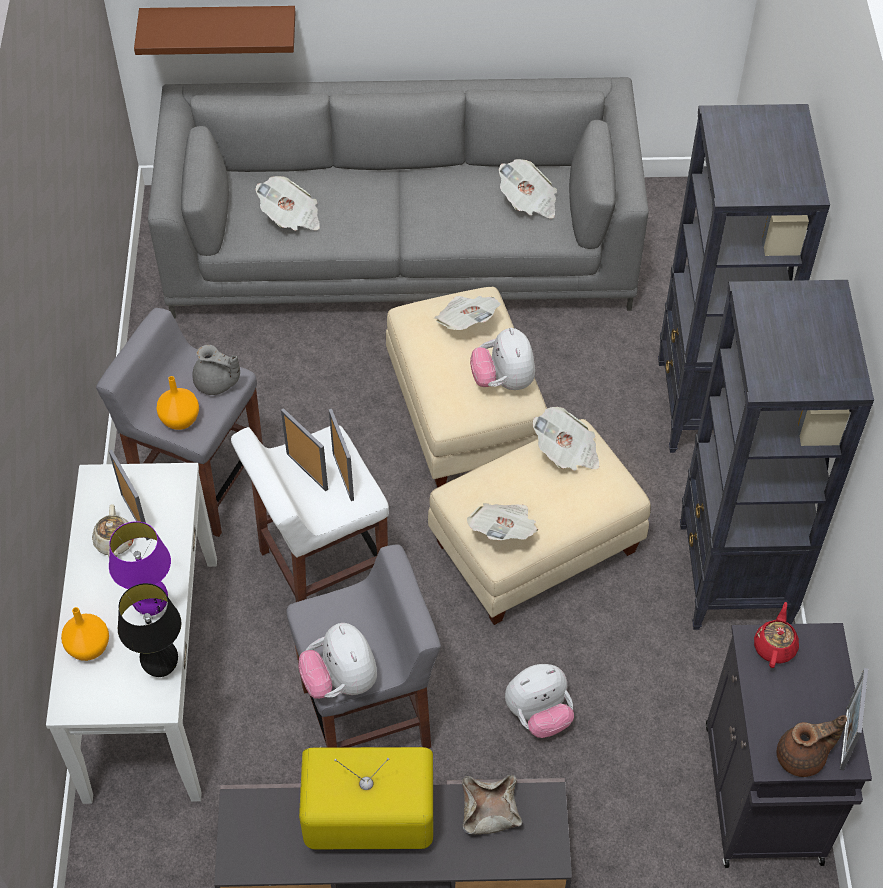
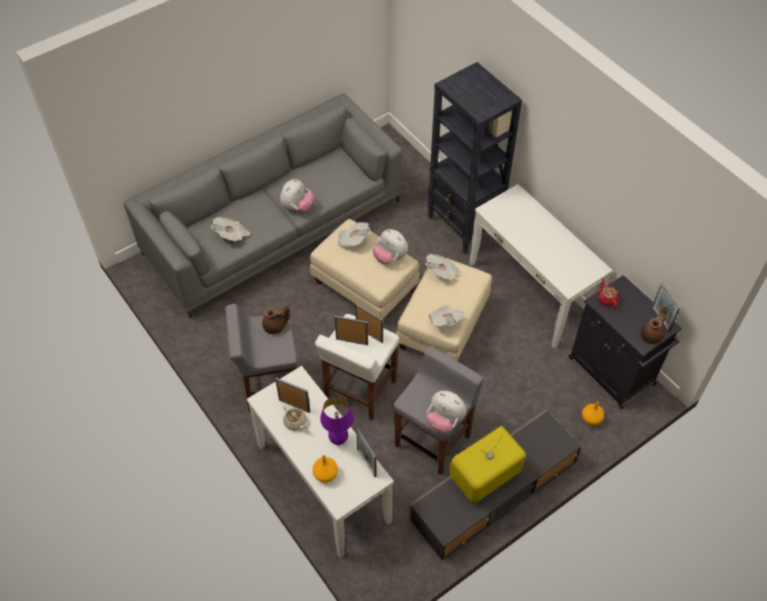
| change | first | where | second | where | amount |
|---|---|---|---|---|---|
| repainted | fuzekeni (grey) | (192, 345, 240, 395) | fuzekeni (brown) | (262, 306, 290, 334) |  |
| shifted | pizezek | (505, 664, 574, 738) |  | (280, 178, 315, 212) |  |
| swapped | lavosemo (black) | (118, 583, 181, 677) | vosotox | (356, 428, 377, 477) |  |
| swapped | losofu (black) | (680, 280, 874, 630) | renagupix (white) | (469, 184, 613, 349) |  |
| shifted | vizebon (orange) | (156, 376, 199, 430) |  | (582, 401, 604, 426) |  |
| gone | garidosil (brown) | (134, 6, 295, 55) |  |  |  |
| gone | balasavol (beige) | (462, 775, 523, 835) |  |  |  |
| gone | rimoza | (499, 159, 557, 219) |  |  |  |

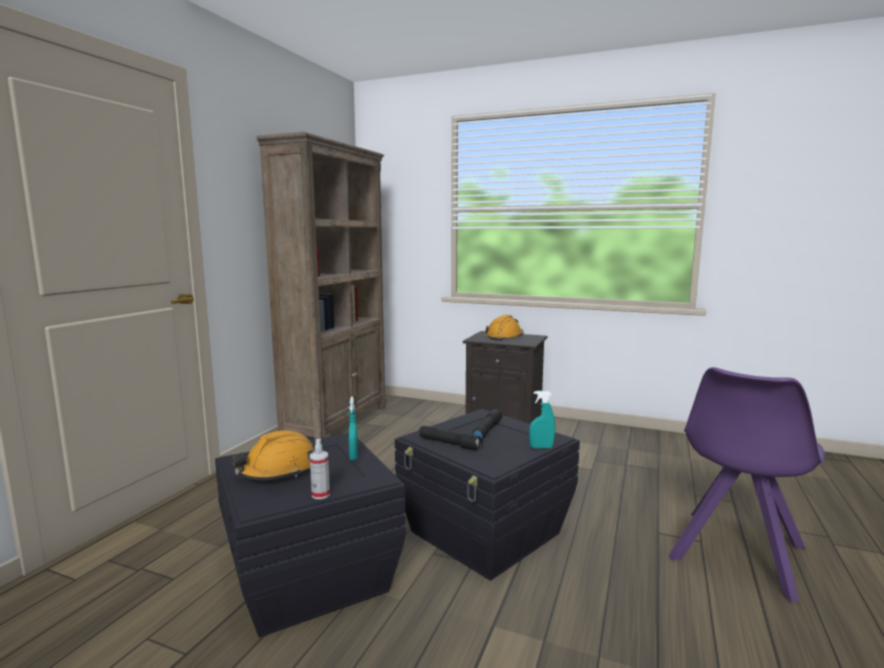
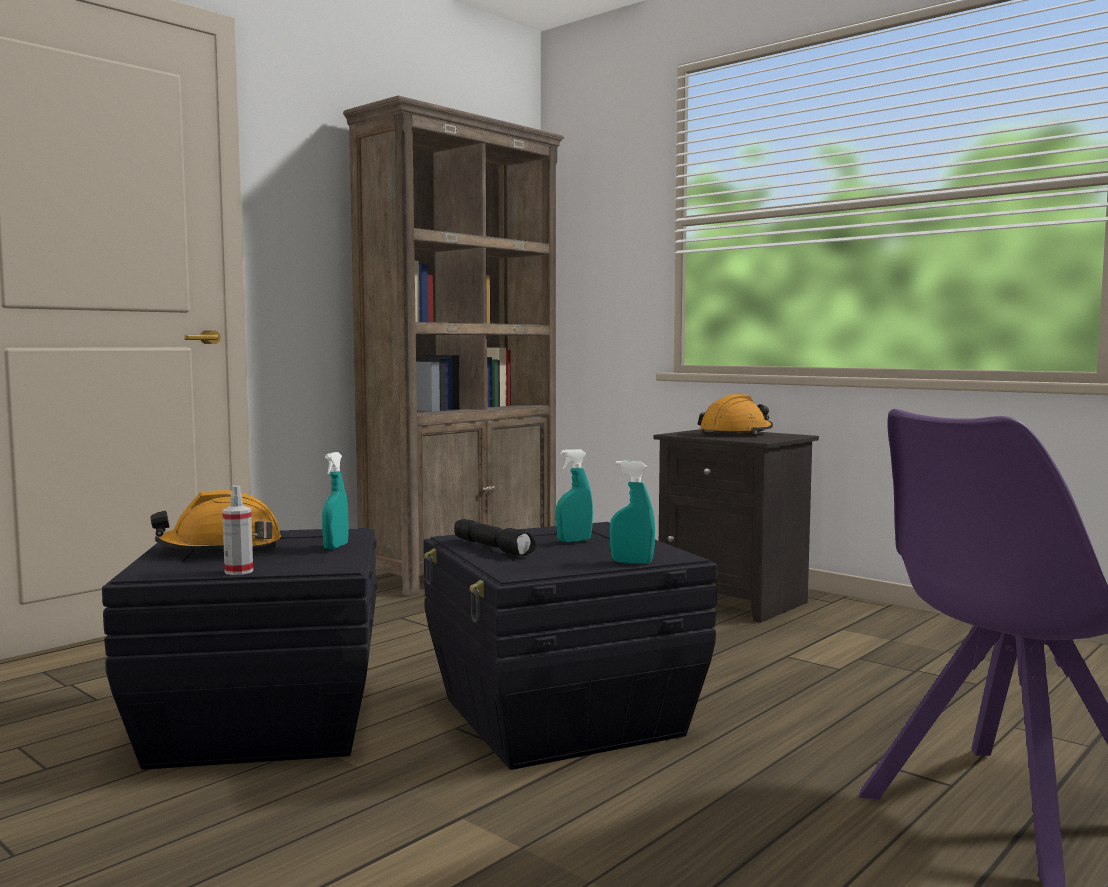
| change | first | where | second | where | amount |
|---|---|---|---|---|---|
| swapped | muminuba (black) | (472, 409, 503, 439) | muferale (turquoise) | (556, 449, 593, 542) |  |

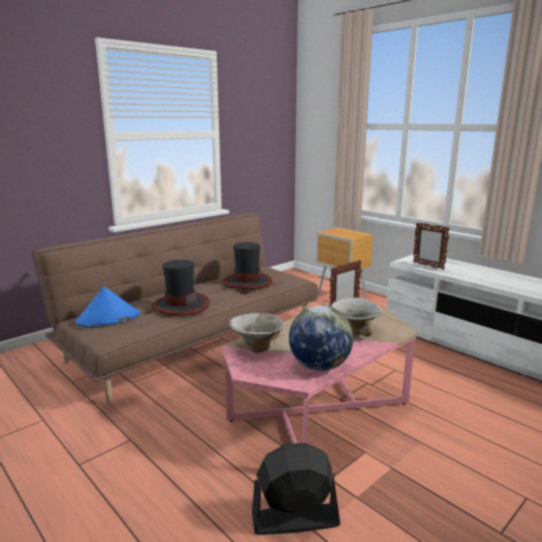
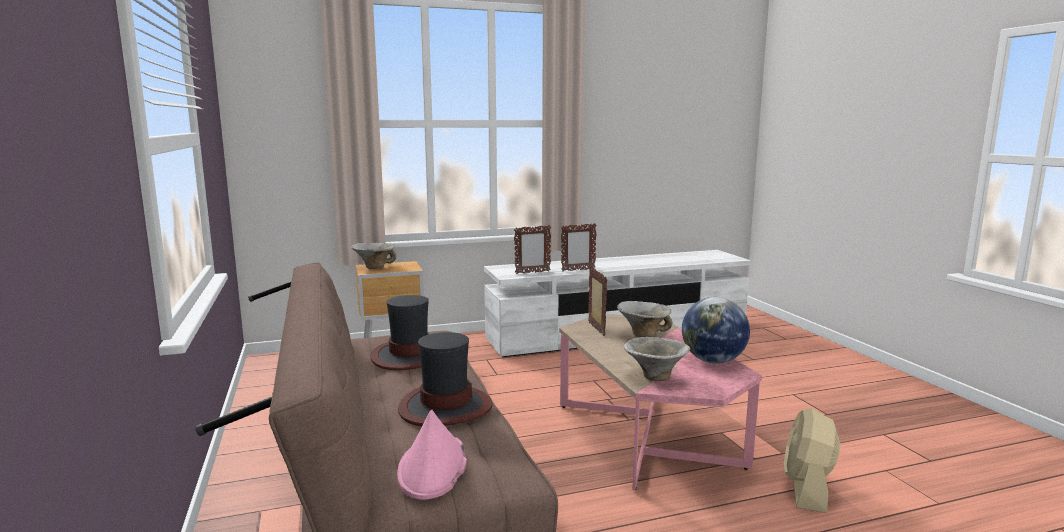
| change | first | where | second | where | amount |
|---|---|---|---|---|---|
| new |  |  | balasavol | (351, 243, 396, 269) |  |
| repainted | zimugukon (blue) | (75, 286, 140, 327) | zimugukon (pink) | (397, 410, 467, 500) |  |
| new |  |  | vosotox | (561, 223, 597, 271) |  |
| repainted | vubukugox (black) | (252, 443, 340, 535) | vubukugox (beige) | (784, 408, 840, 513) |  |

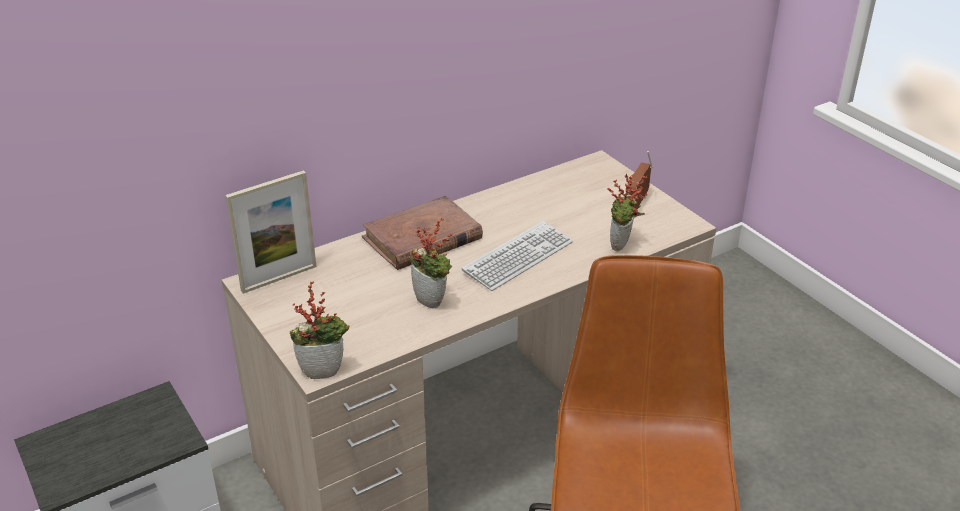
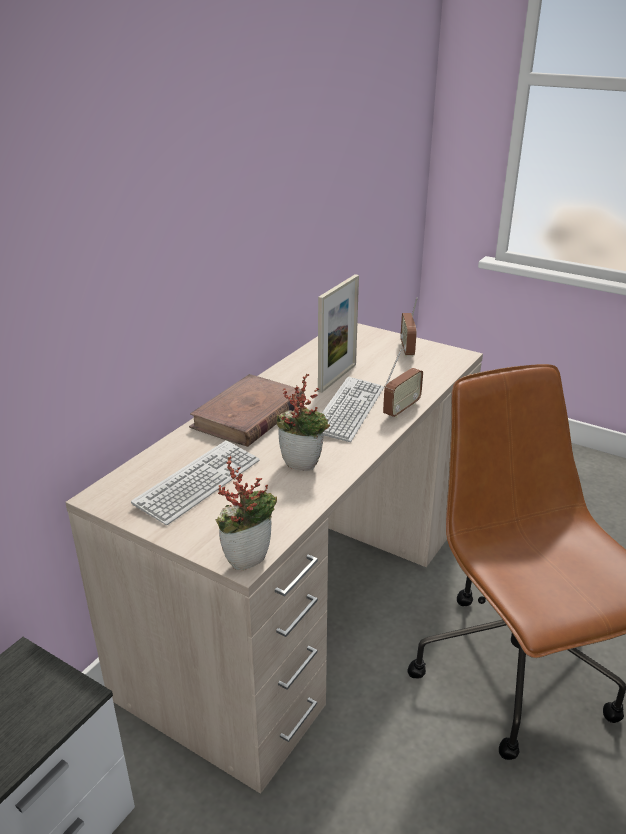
| change | first | where | second | where | amount |
|---|---|---|---|---|---|
| new |  |  | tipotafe | (131, 440, 260, 525) |  |
| shifted | vosotox | (225, 170, 316, 294) |  | (318, 274, 359, 393) |  |
| new |  |  | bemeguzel | (383, 348, 423, 418) |  |
| gone | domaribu | (607, 174, 648, 252) |  |  |  |

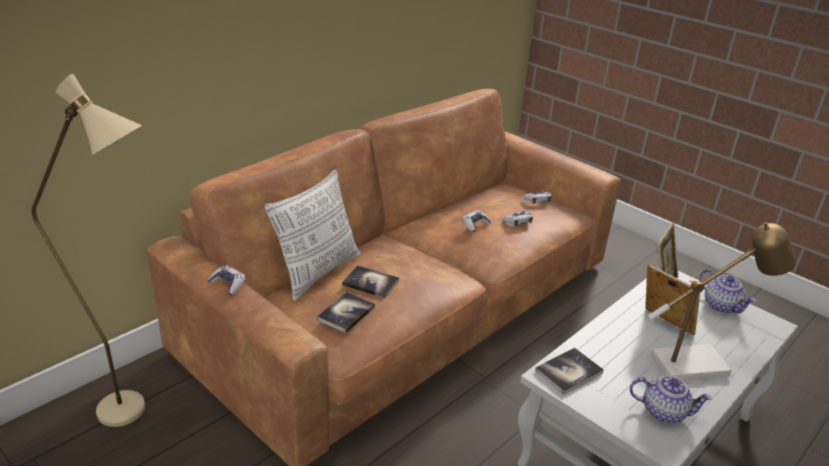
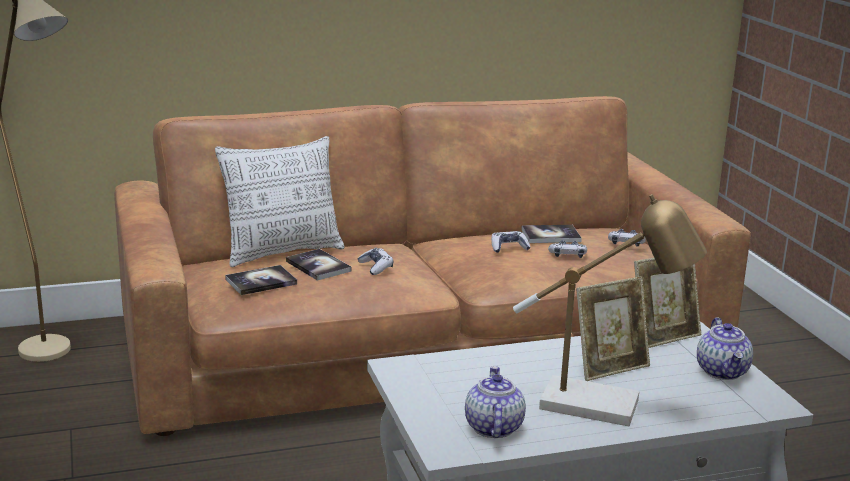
| change | first | where | second | where | amount |
|---|---|---|---|---|---|
| shifted | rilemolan | (208, 266, 246, 295) |  | (357, 248, 394, 275) |  |
| rotated | fuzekeni | (630, 375, 712, 423) |  | (465, 366, 526, 438) | 135 degrees counterclockwise |
| shifted | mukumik | (535, 348, 604, 395) |  | (521, 225, 582, 243) |  |
| rotated | vosotox | (645, 264, 700, 335) |  | (576, 276, 650, 381) | 75 degrees clockwise |

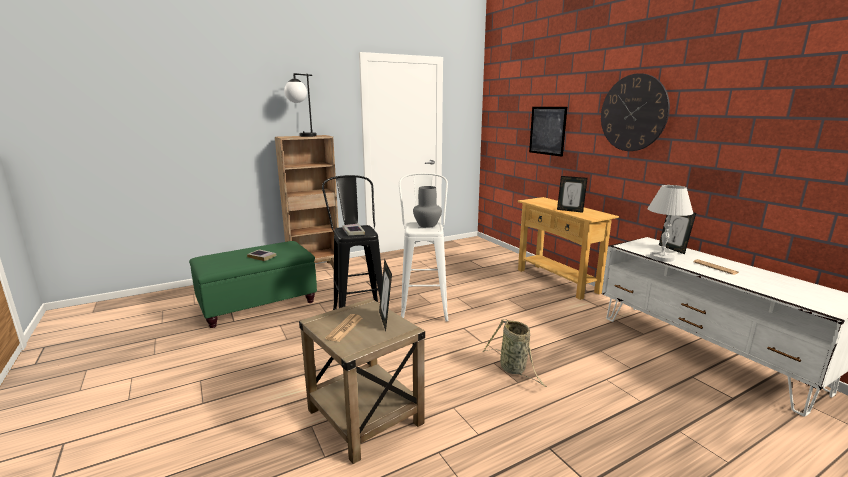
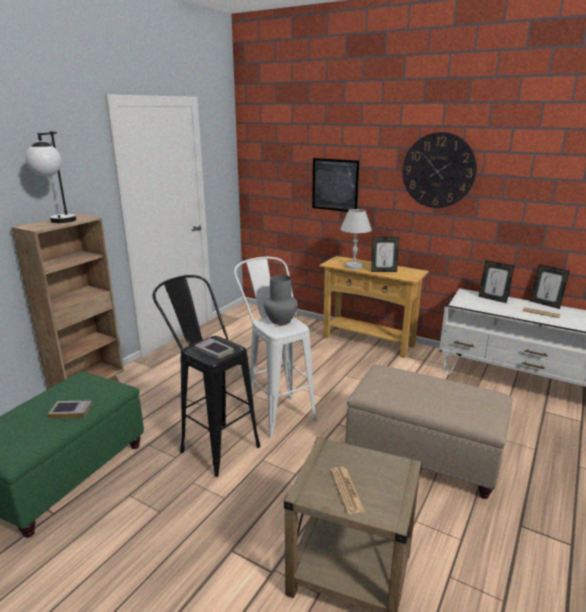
| change | first | where | second | where | amount |
|---|---|---|---|---|---|
| shifted | lavosemo (white) | (648, 185, 693, 262) |  | (340, 209, 372, 269) |  |
| swapped | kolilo | (483, 319, 547, 387) | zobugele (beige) | (346, 364, 513, 499) |  |
| shifted | vosotox | (379, 259, 392, 331) |  | (530, 264, 570, 309) |  |

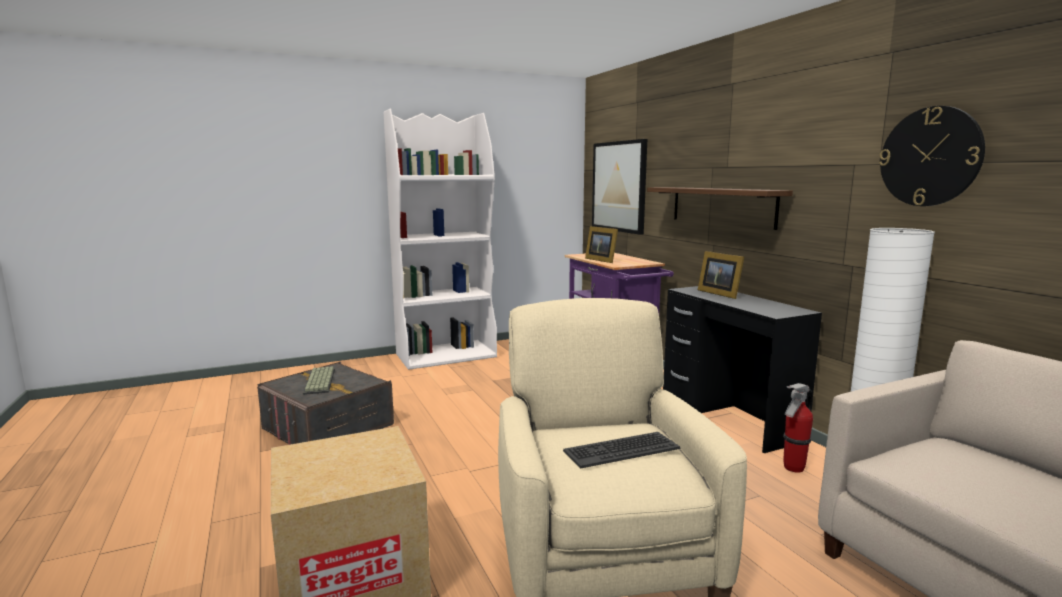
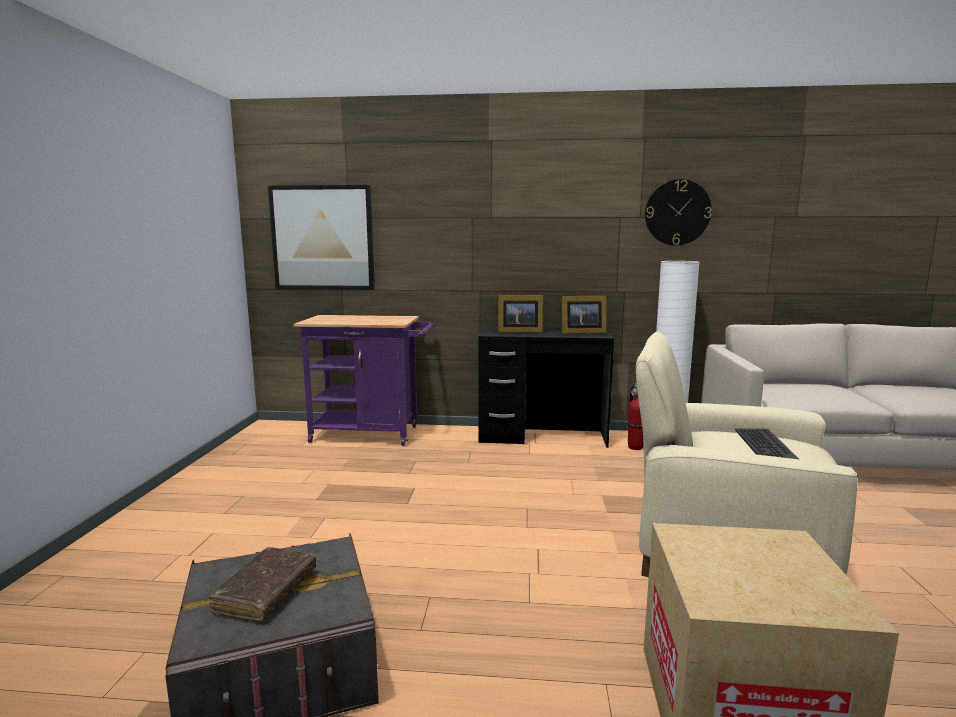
| change | first | where | second | where | amount |
|---|---|---|---|---|---|
| swapped | tipotafe | (303, 366, 335, 395) | mukumik (brown) | (208, 547, 316, 621) |  |
| shifted | vosotox | (585, 226, 618, 263) |  | (562, 296, 607, 334) |  |
| gone | losofu (white) | (384, 109, 497, 370) |  |  |  |
| gone | garidosil | (647, 187, 793, 230) |  |  |  |

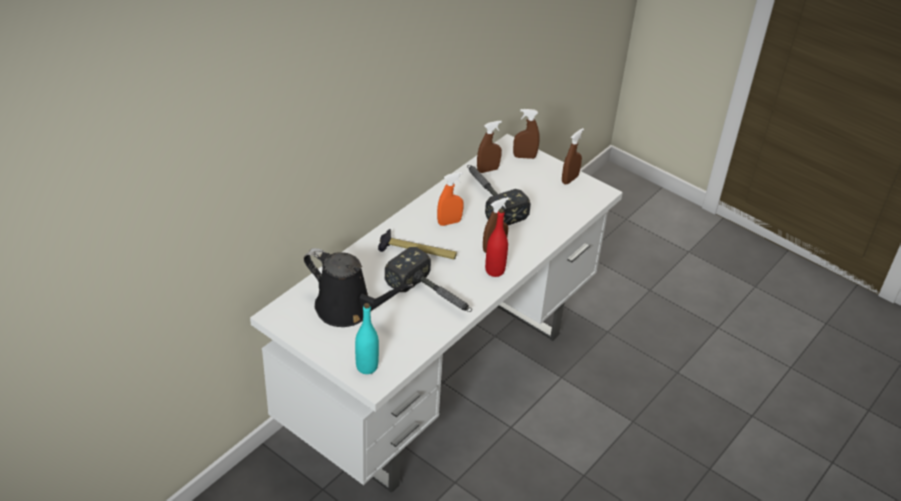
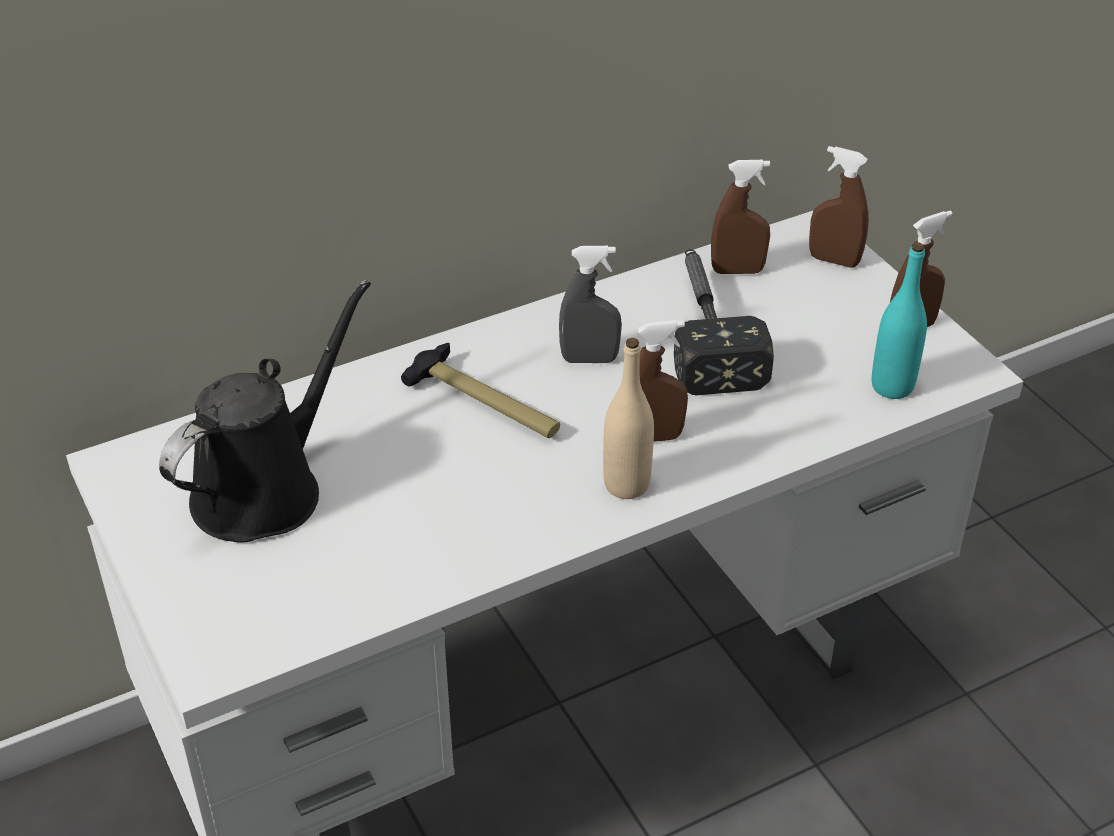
| change | first | where | second | where | amount |
|---|---|---|---|---|---|
| rotated | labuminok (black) | (304, 248, 415, 327) |  | (159, 280, 371, 543) | 105 degrees counterclockwise |
| repainted | muferale (orange) | (437, 172, 464, 226) | muferale (grey) | (559, 246, 622, 363) |  |
| repainted | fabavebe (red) | (485, 209, 508, 277) | fabavebe (beige) | (603, 338, 654, 499) |  |
| shifted | fabavebe (turquoise) | (355, 303, 379, 374) |  | (872, 242, 927, 399) |  |
| gone | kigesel | (385, 247, 472, 312) |  |  |  |

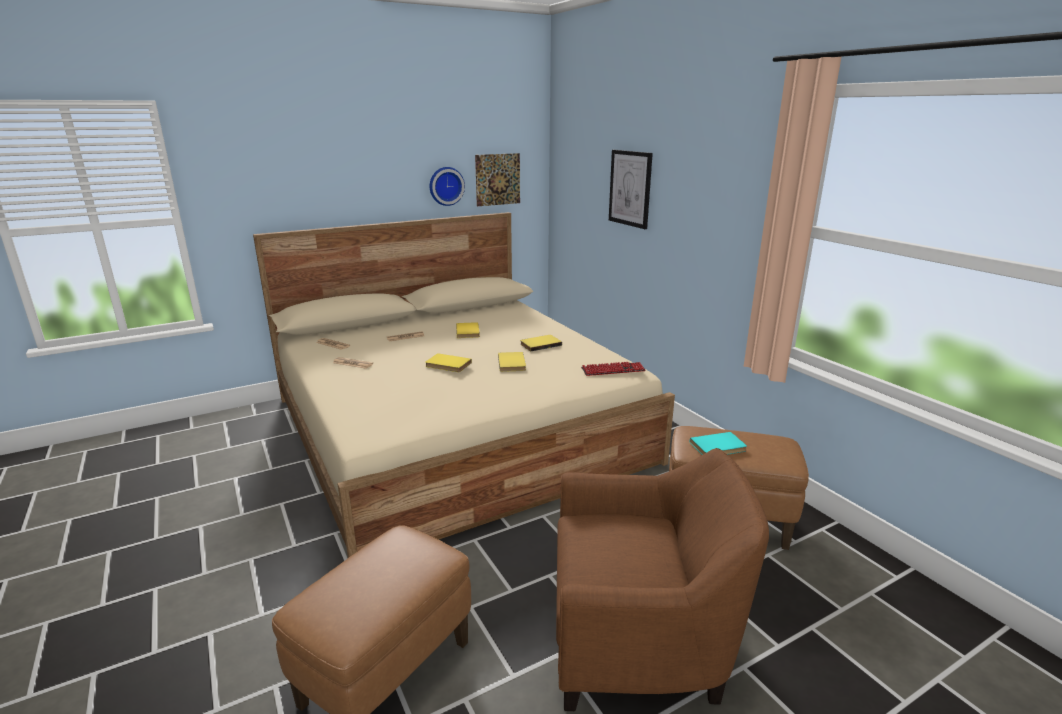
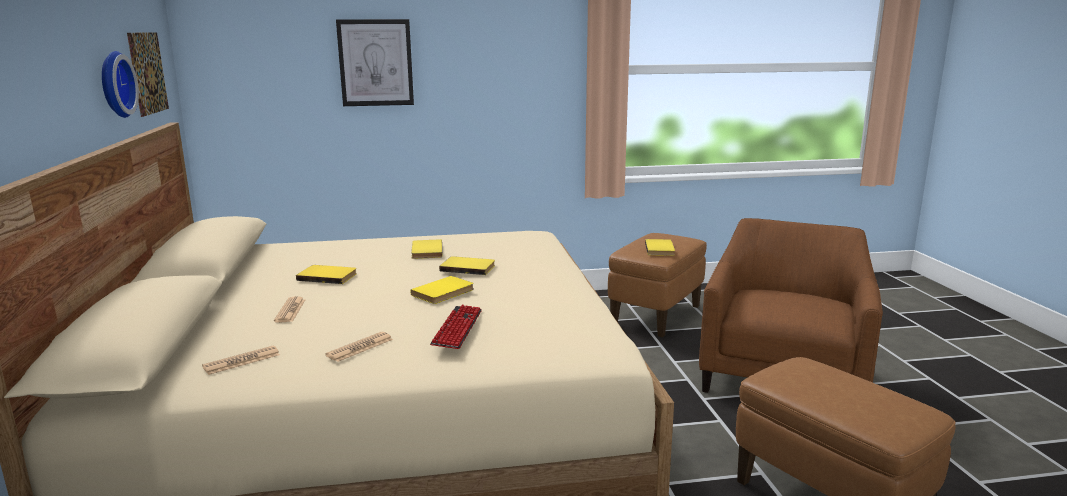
| change | first | where | second | where | amount |
|---|---|---|---|---|---|
| shifted | tipotafe | (581, 362, 646, 376) |  | (430, 305, 482, 349) |  |
| repainted | mukumik (turquoise) | (690, 432, 747, 455) | mukumik (yellow) | (645, 239, 675, 256) |  |

